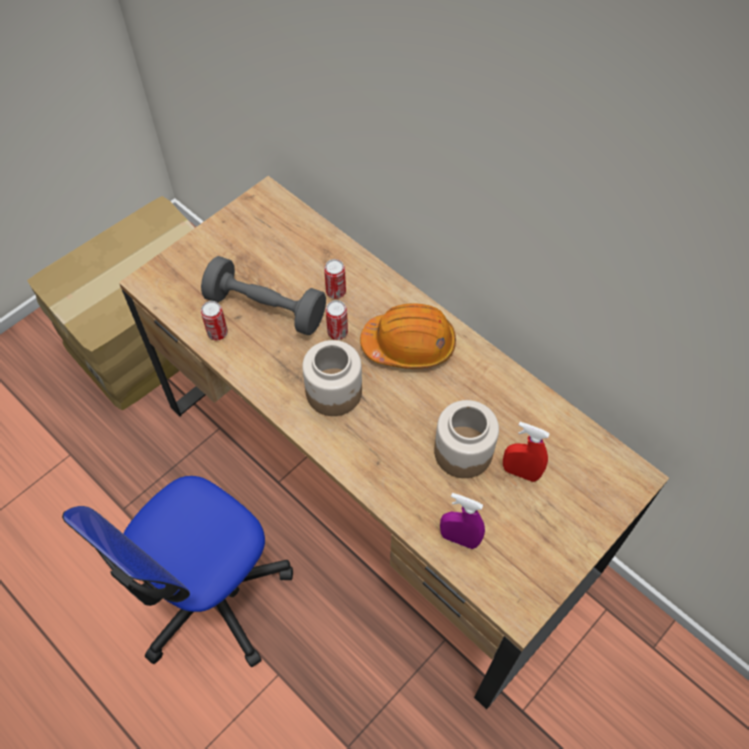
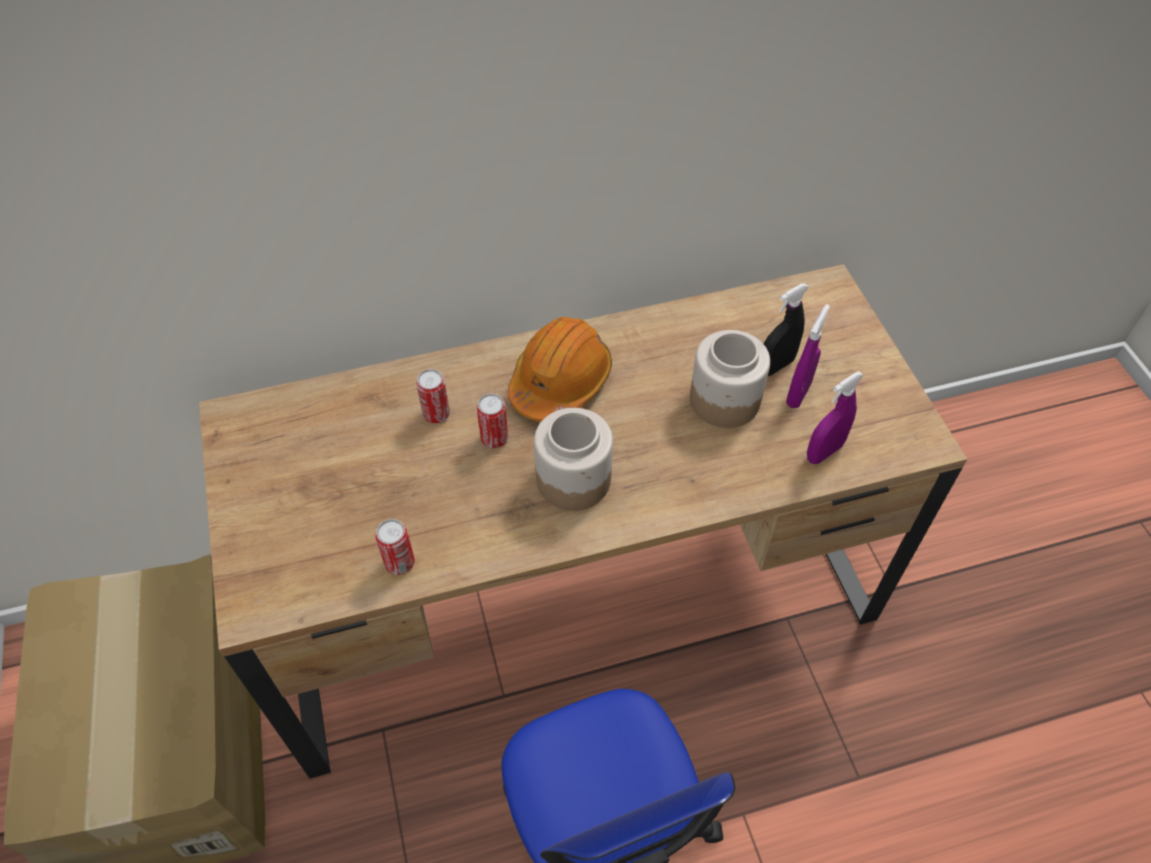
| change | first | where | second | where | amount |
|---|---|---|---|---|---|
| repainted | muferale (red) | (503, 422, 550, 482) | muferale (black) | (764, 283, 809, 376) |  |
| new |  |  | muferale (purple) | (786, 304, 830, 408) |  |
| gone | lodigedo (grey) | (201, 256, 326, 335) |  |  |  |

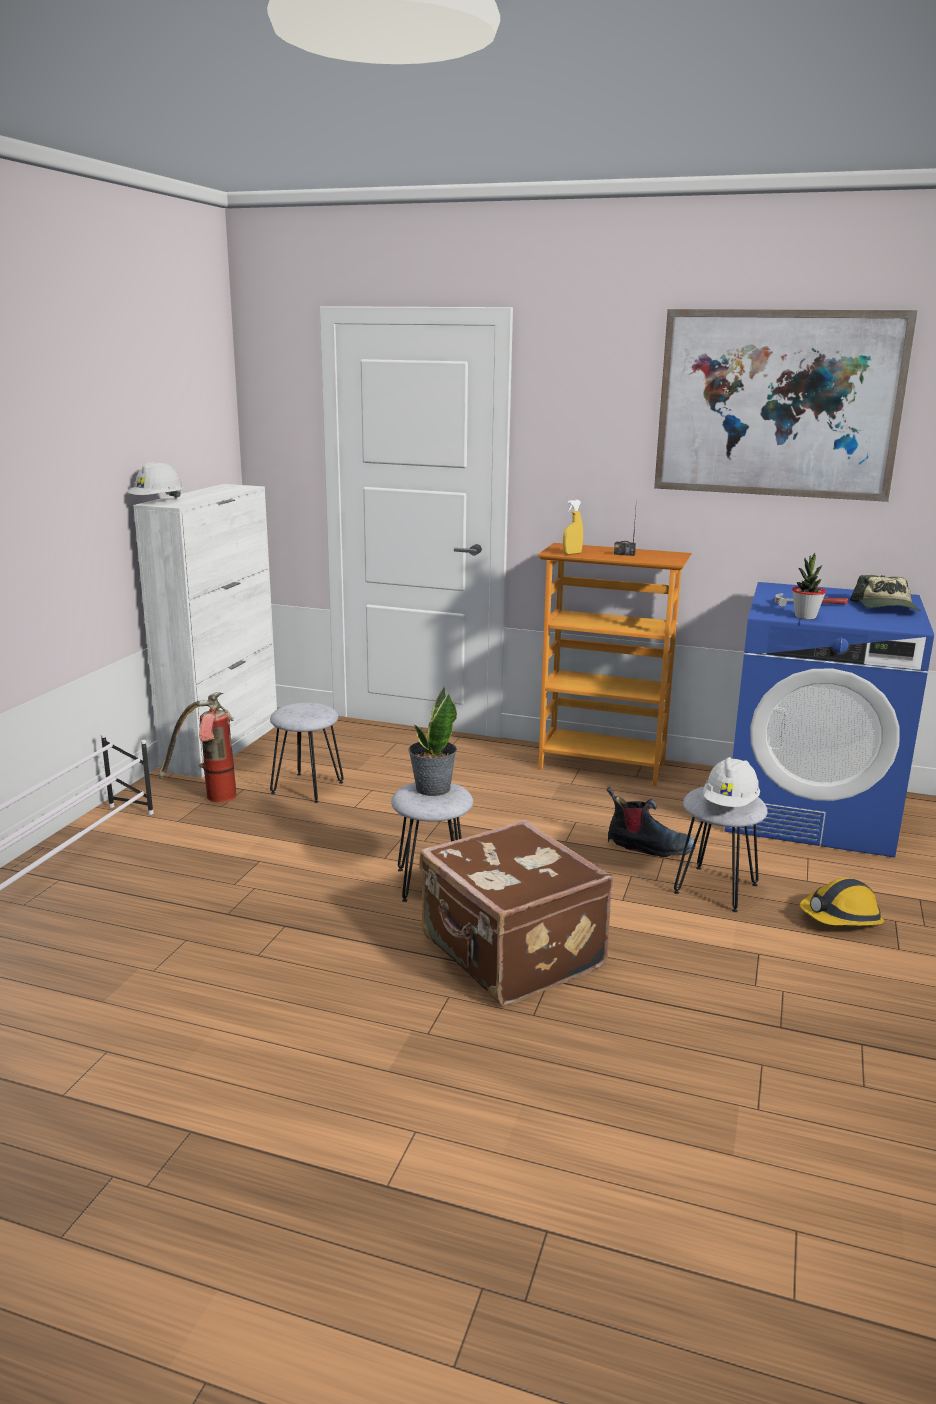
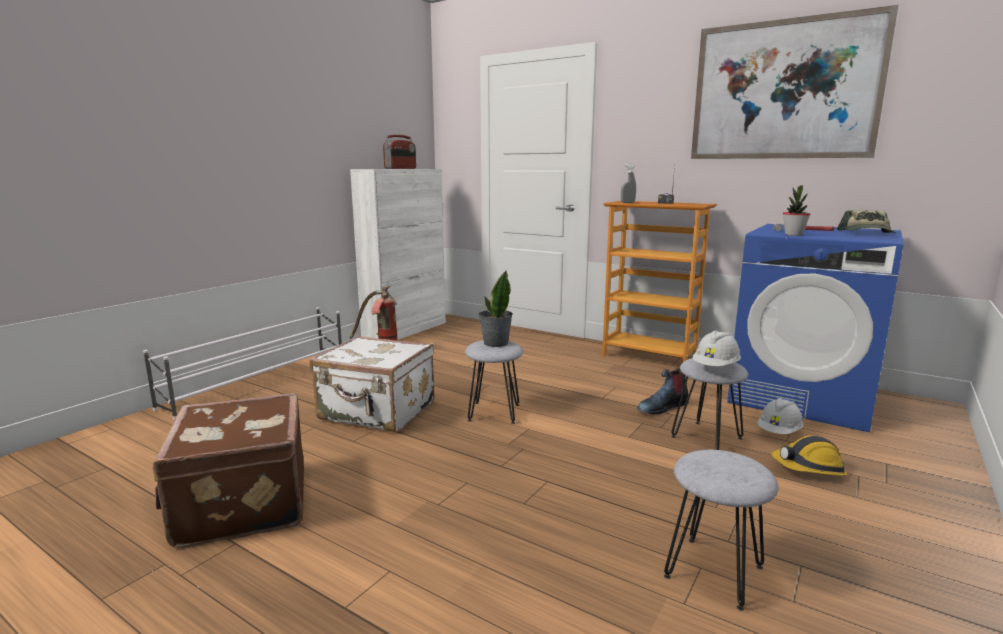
| change | first | where | second | where | amount |
|---|---|---|---|---|---|
| shifted | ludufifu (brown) | (420, 820, 613, 1006) |  | (153, 393, 304, 548) |  |
| new |  |  | ludufifu (white) | (309, 336, 435, 432) |  |
| new |  |  | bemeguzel | (383, 135, 416, 169) |  |
| repainted | muferale (yellow) | (563, 500, 583, 554) | muferale (grey) | (621, 164, 636, 203) |  |
| rotated | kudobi | (607, 787, 695, 857) |  | (637, 366, 689, 414) | 120 degrees clockwise |
| shifted | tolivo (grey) | (270, 702, 344, 803) |  | (664, 450, 779, 611) |  |
| shifted | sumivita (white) | (128, 462, 183, 499) |  | (757, 398, 803, 434) |  |

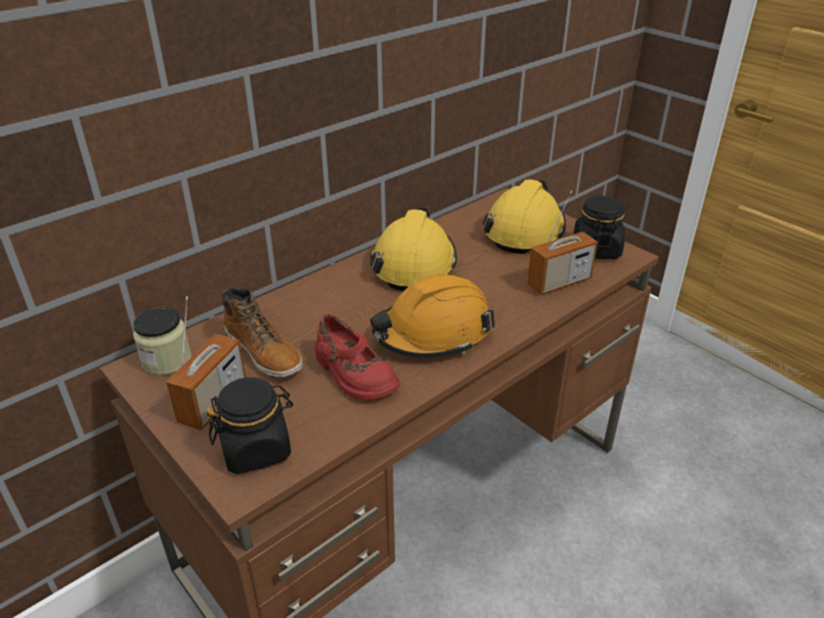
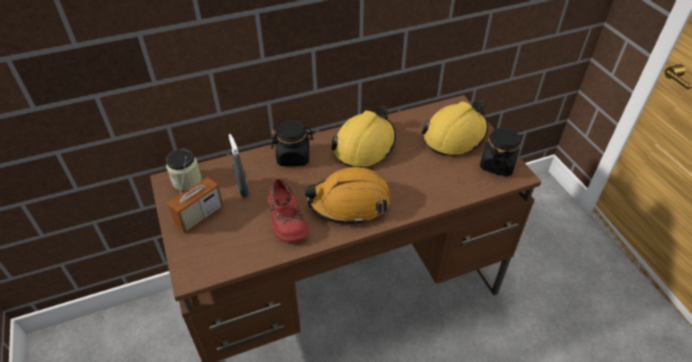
| change | first | where | second | where | amount |
|---|---|---|---|---|---|
| swapped | kudobi | (221, 288, 303, 377) | muferale (grey) | (229, 134, 249, 197) |  |
| shifted | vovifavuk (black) | (207, 377, 293, 474) |  | (271, 120, 314, 166) |  |
| gone | bemeguzel | (527, 190, 598, 295) |  |  |  |

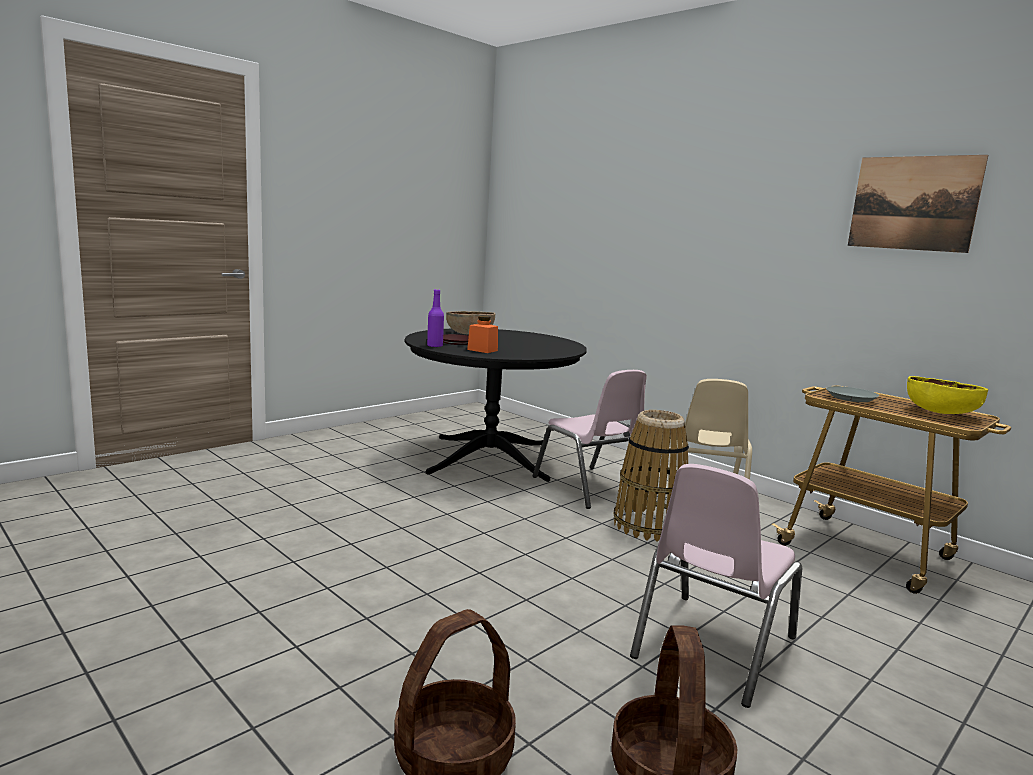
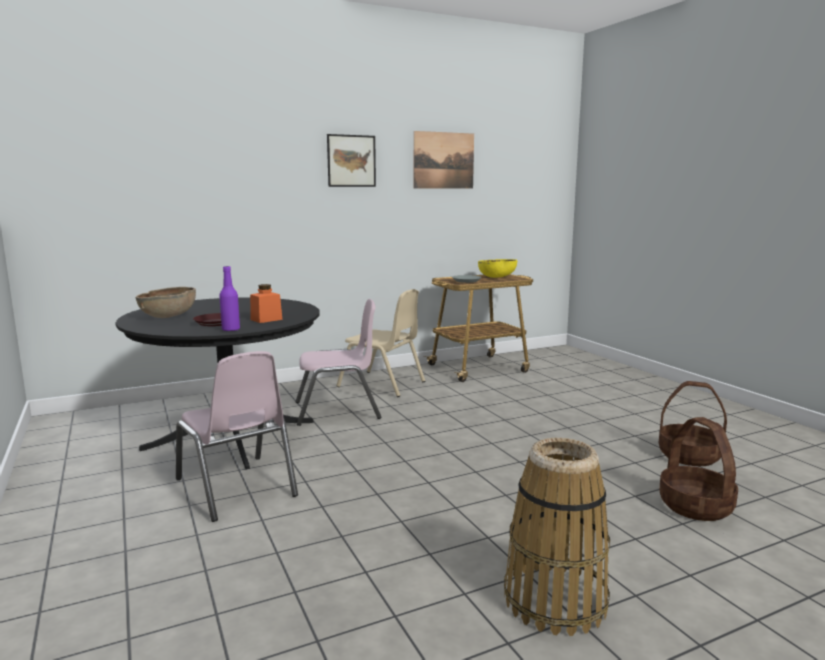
| change | first | where | second | where | amount |
|---|---|---|---|---|---|
| shifted | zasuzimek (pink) | (630, 464, 802, 708) |  | (176, 351, 298, 522) |  |
| new |  |  | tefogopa | (327, 134, 376, 187) |  |
| shifted | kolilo | (613, 410, 689, 541) |  | (504, 438, 610, 636) |  |

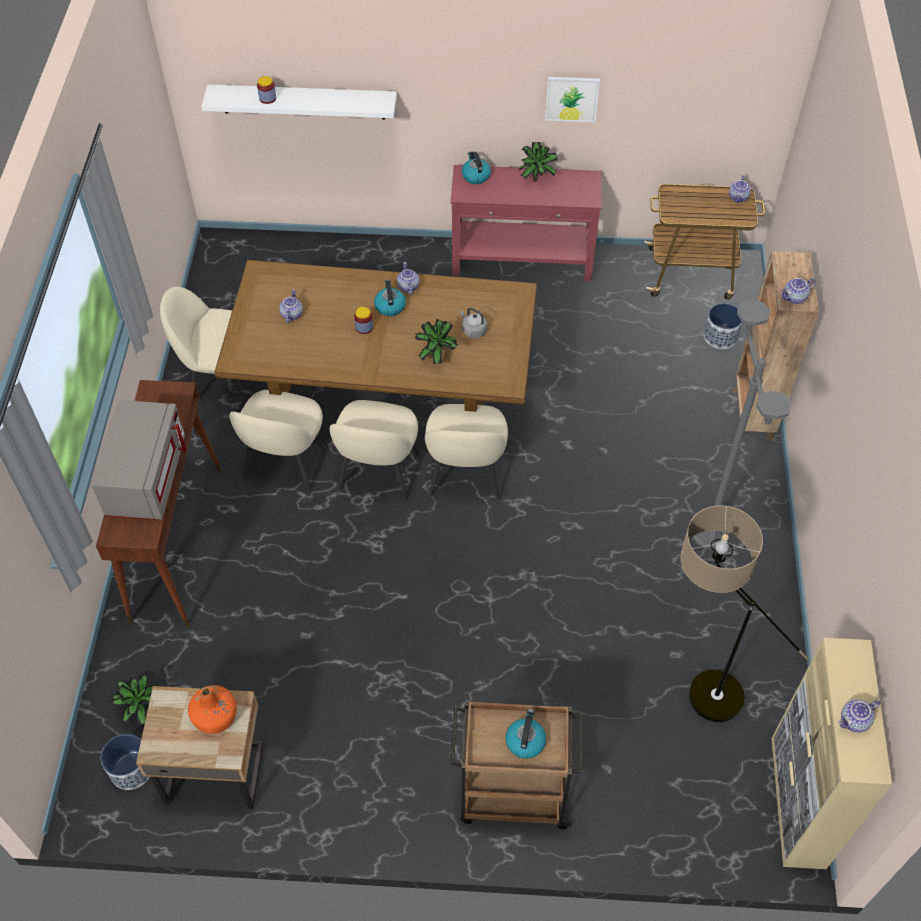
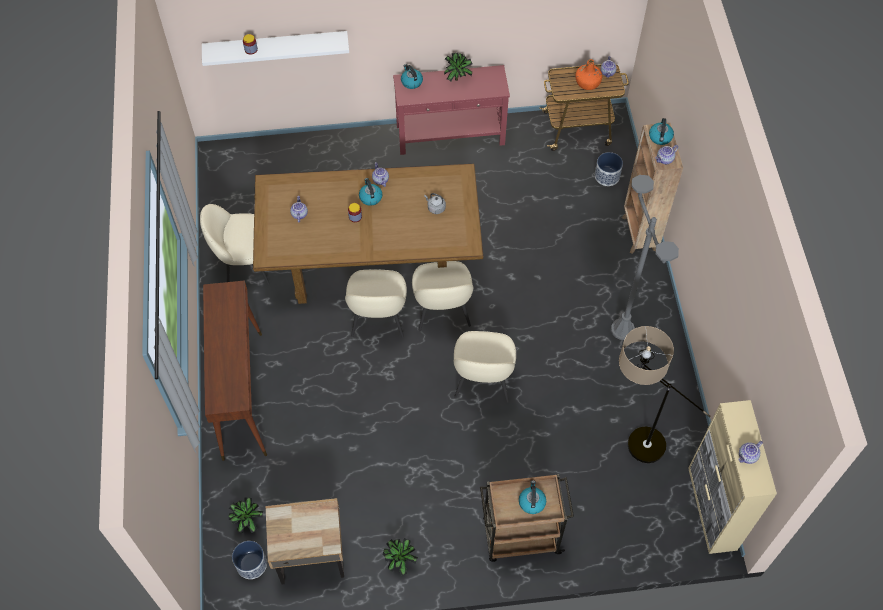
| change | first | where | second | where | amount |
|---|---|---|---|---|---|
| shifted | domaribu | (415, 319, 458, 364) |  | (383, 538, 418, 575) |  |
| shifted | zasuzimek (beige) | (229, 390, 329, 493) |  | (454, 331, 516, 402) |  |
| shifted | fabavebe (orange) | (188, 685, 237, 734) |  | (575, 59, 602, 90) |  |
| new |  |  | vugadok | (649, 118, 674, 145) |  |
| gone | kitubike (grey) | (91, 400, 187, 520) |  |  |  |
| gone | tefogopa | (545, 77, 600, 122) |  |  |  |

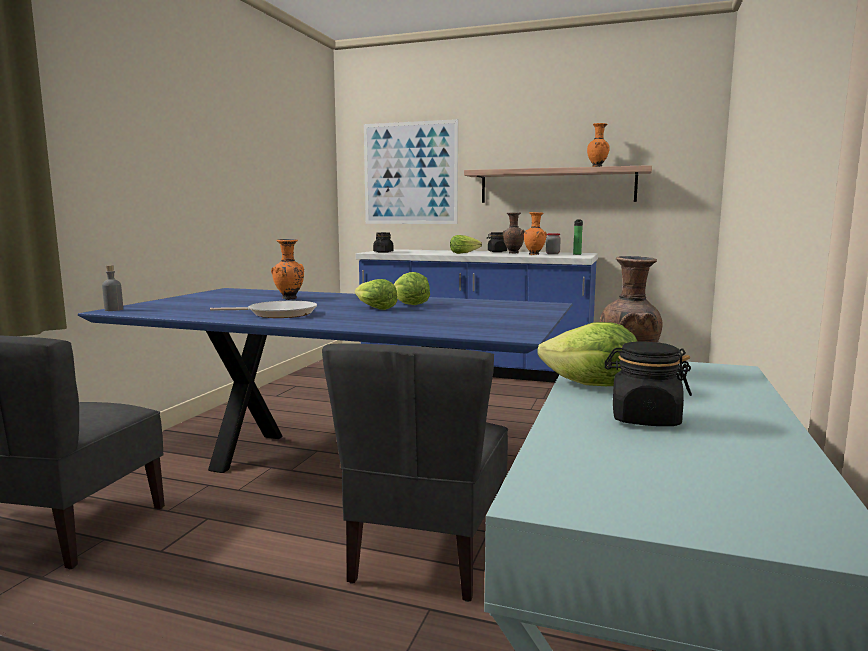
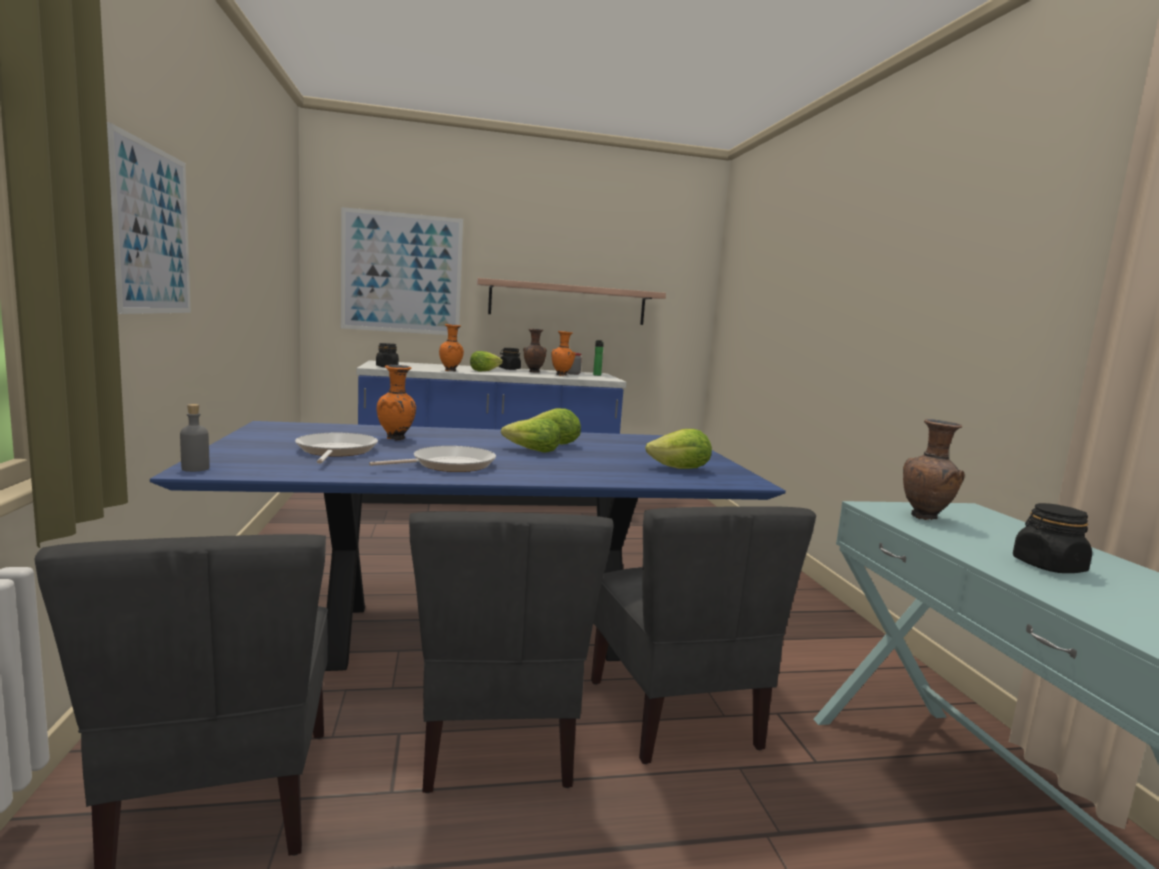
| change | first | where | second | where | amount |
|---|---|---|---|---|---|
| new |  |  | tefogopa | (107, 122, 191, 314) |  |
| new |  |  | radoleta | (295, 433, 378, 463) |  |
| new |  |  | zasuzimek (grey) | (409, 511, 613, 793) |  |
| shifted | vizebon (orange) | (587, 123, 610, 167) |  | (439, 324, 464, 372) |  |
| shifted | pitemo | (537, 322, 638, 386) |  | (645, 429, 712, 469) |  |

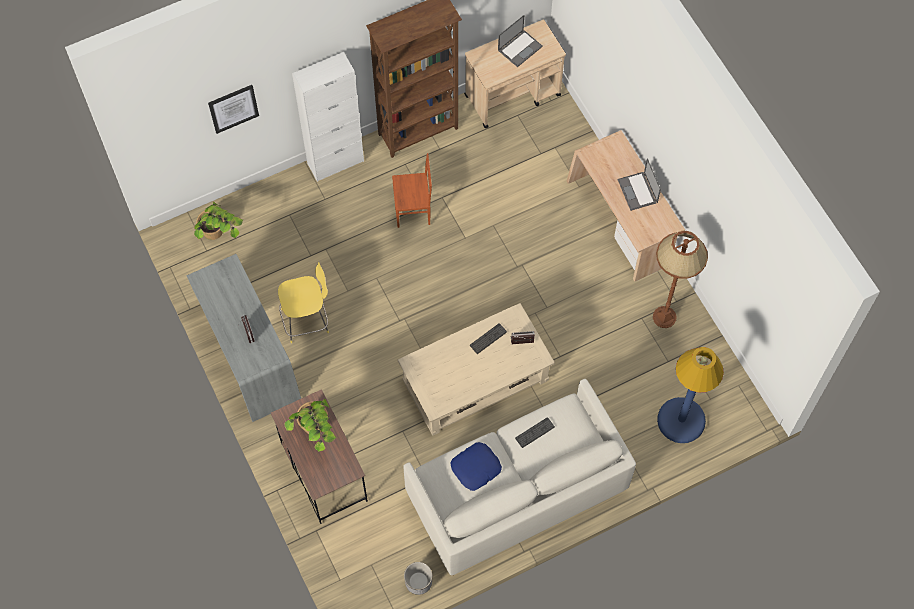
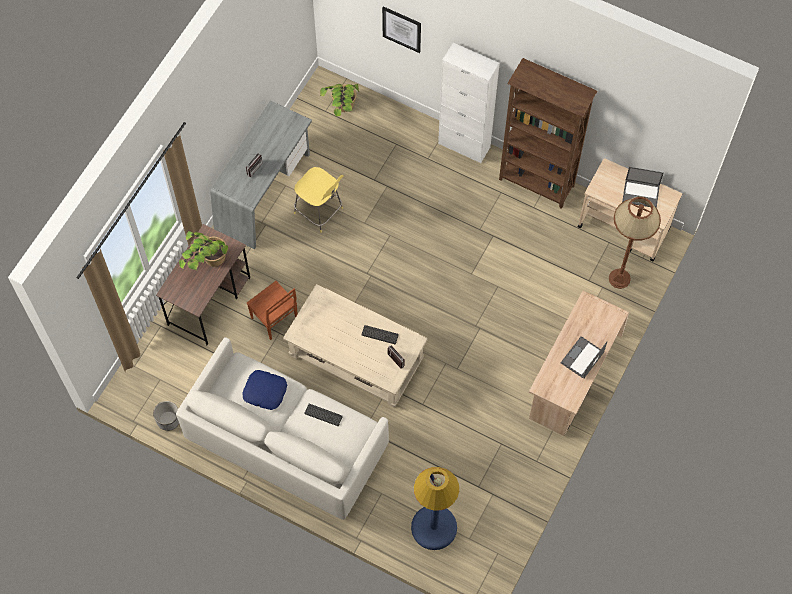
| change | first | where | second | where | amount |
|---|---|---|---|---|---|
| shifted | zasuzimek (brown) | (392, 153, 432, 228) |  | (247, 281, 298, 340) |  |
| shifted | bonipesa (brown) | (653, 231, 708, 328) |  | (609, 197, 661, 289) |  |

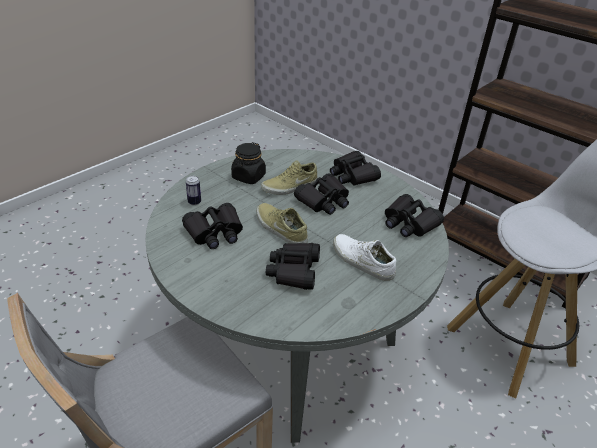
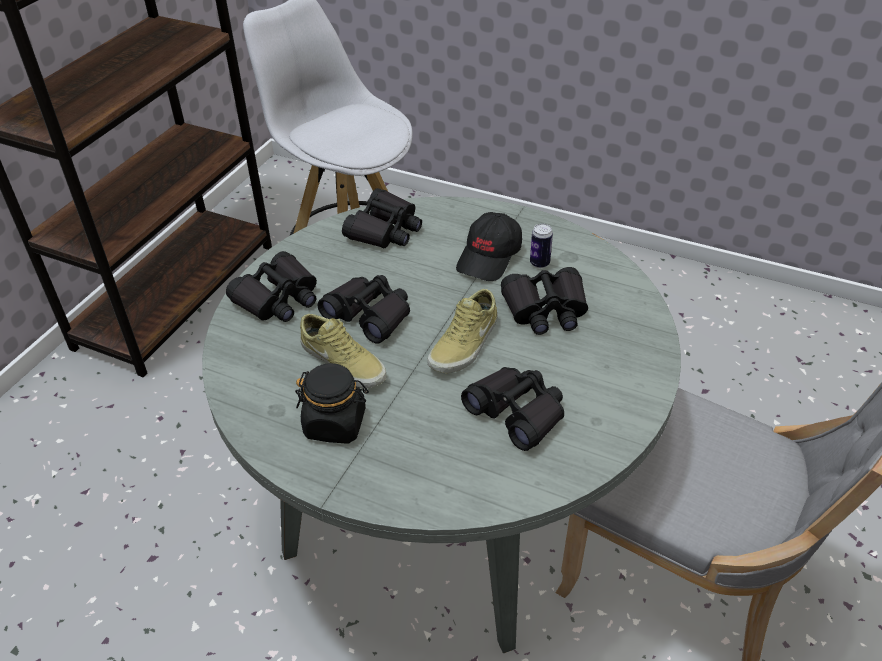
| change | first | where | second | where | amount |
|---|---|---|---|---|---|
| swapped | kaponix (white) | (333, 234, 396, 281) | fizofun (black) | (456, 212, 522, 281) |  |
| shifted | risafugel | (186, 176, 201, 205) |  | (530, 224, 553, 268) |  |

